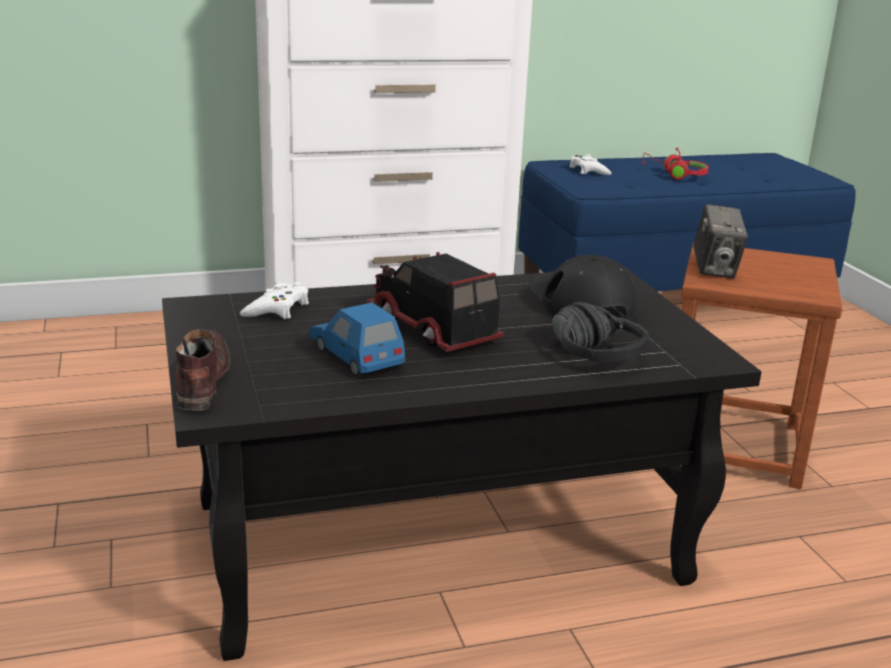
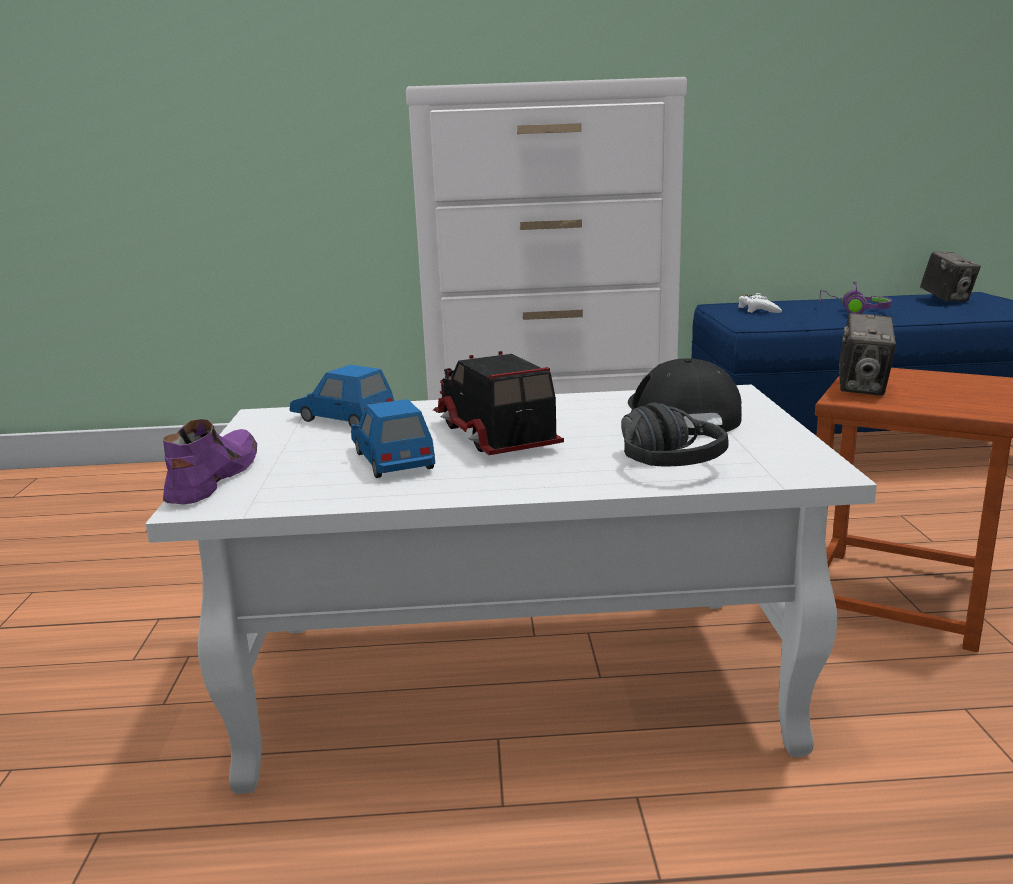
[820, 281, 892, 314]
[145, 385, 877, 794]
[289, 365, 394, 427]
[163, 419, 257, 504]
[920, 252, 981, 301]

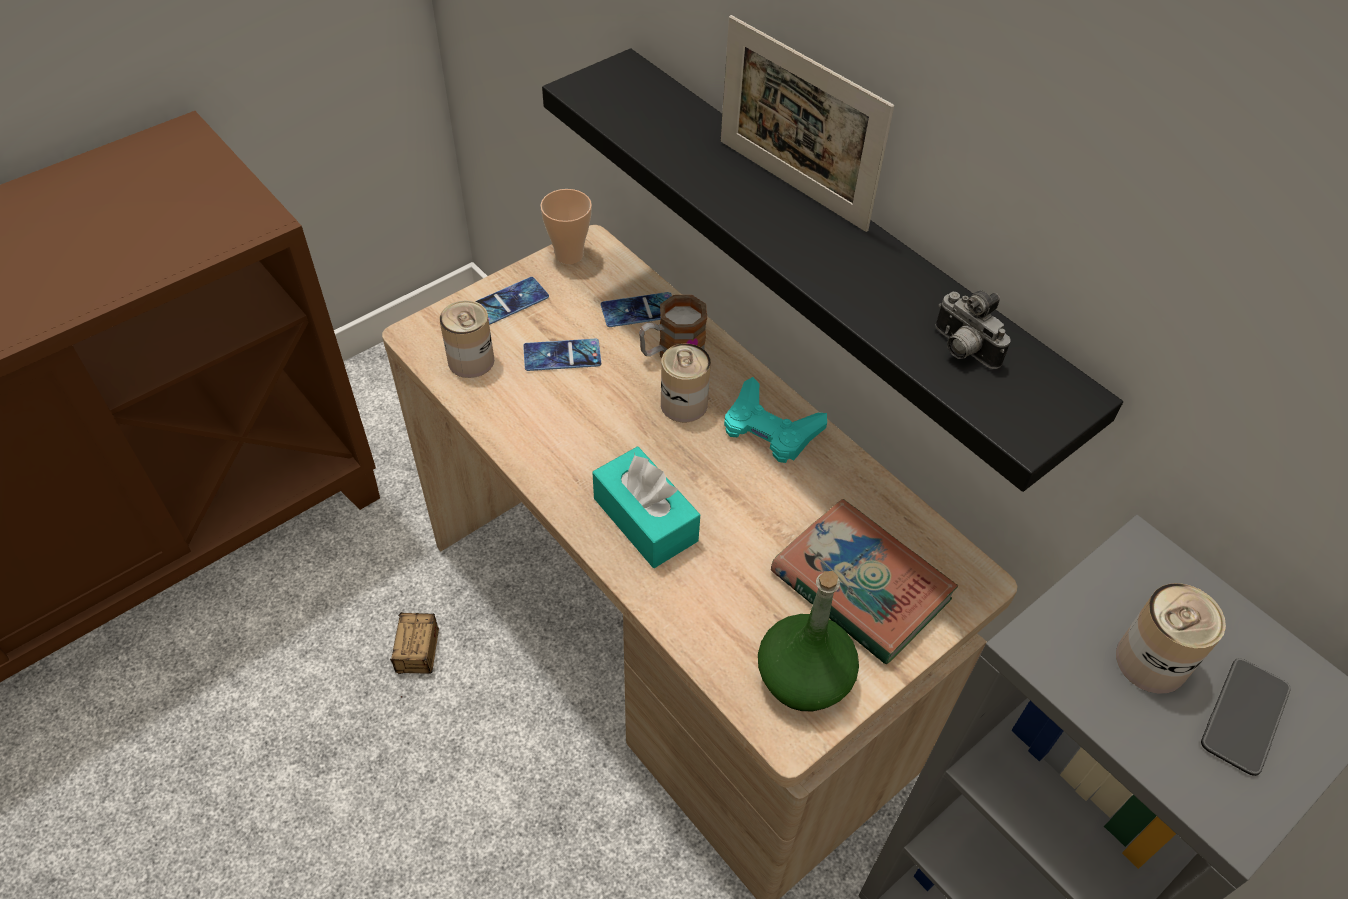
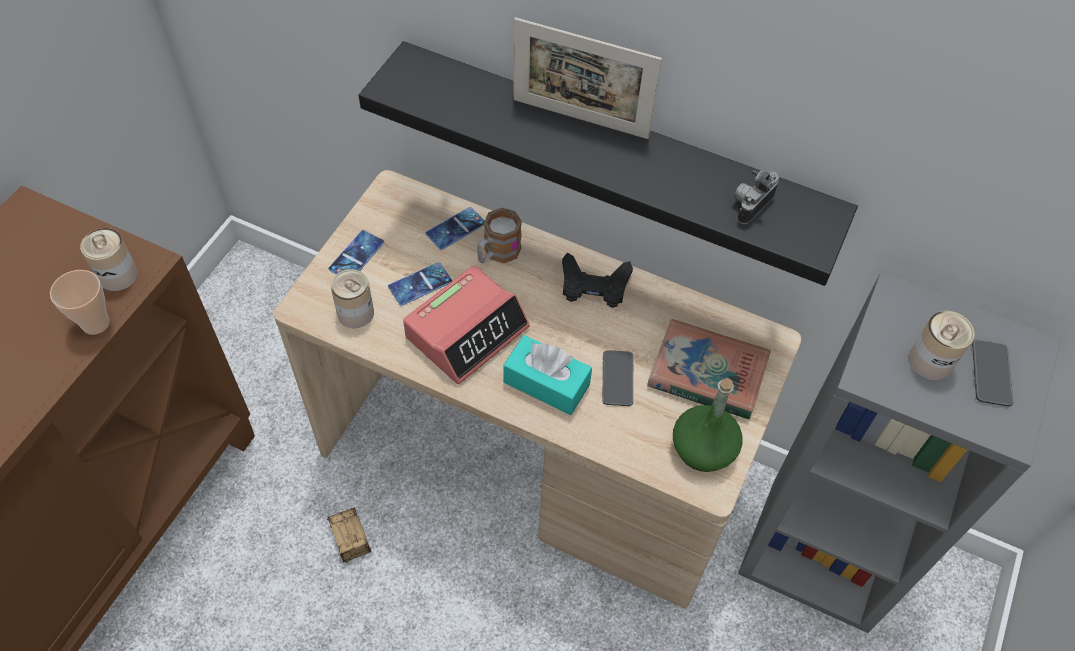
[50, 270, 110, 335]
[734, 170, 779, 224]
[80, 228, 138, 291]
[562, 253, 633, 308]
[403, 266, 530, 384]
[602, 350, 633, 406]

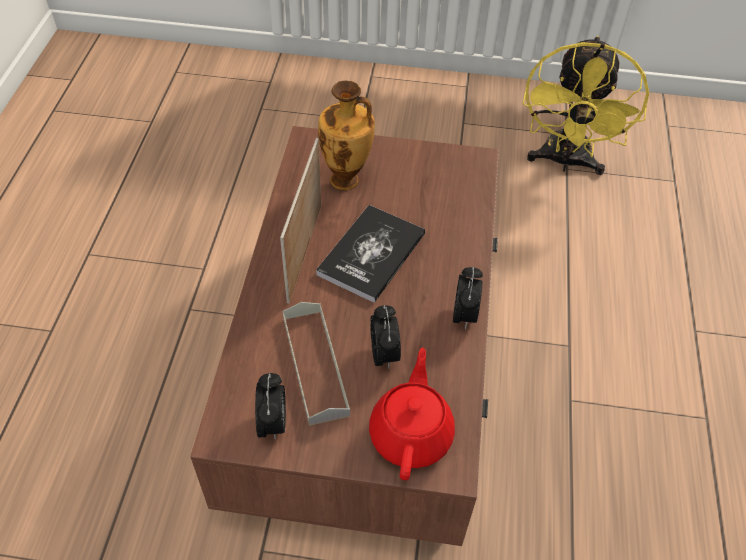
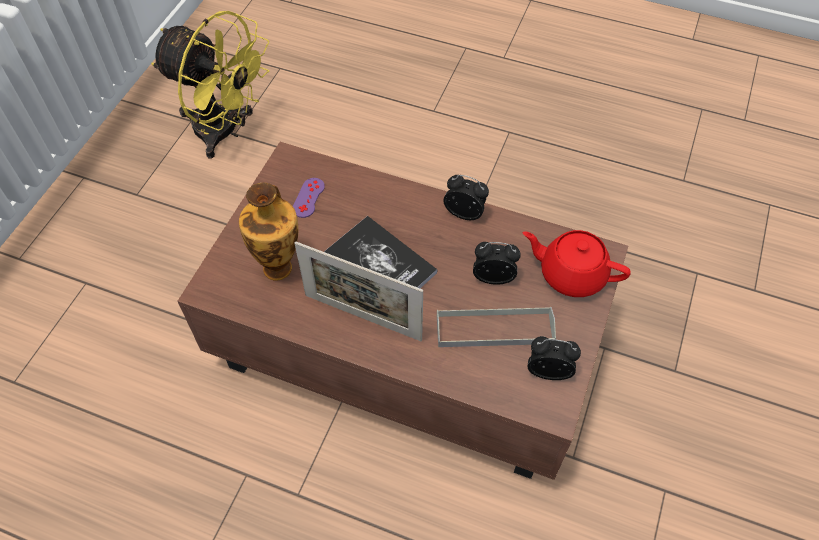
[293, 178, 325, 218]

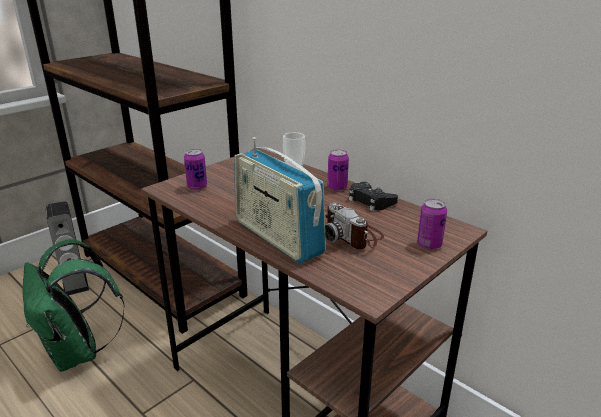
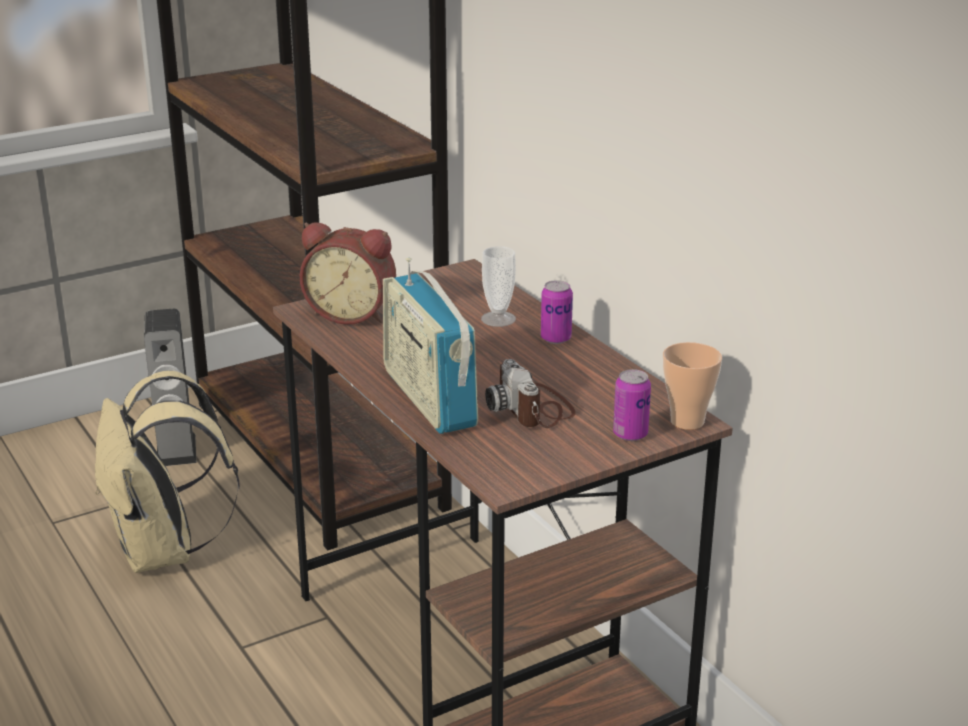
[300, 222, 396, 325]
[349, 182, 398, 211] (first image)
[95, 371, 240, 573]
[663, 342, 722, 430]

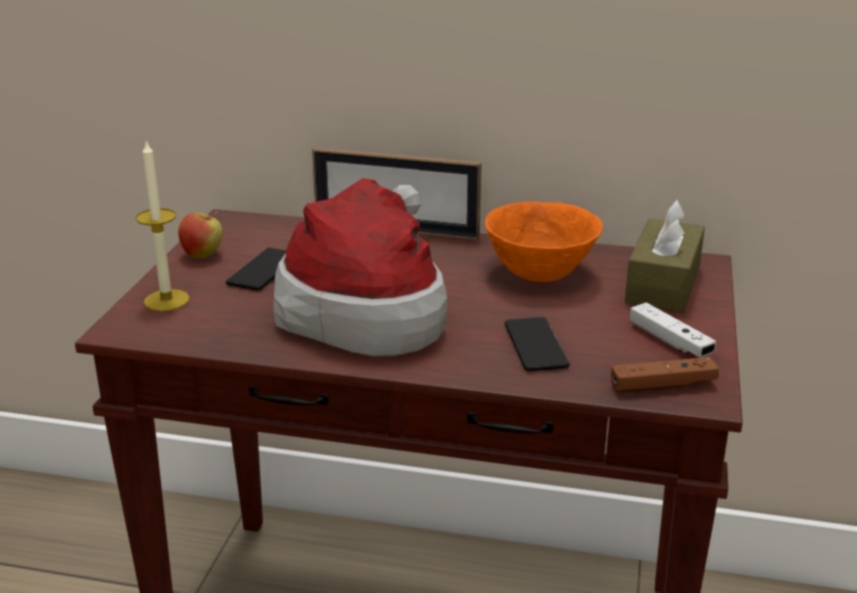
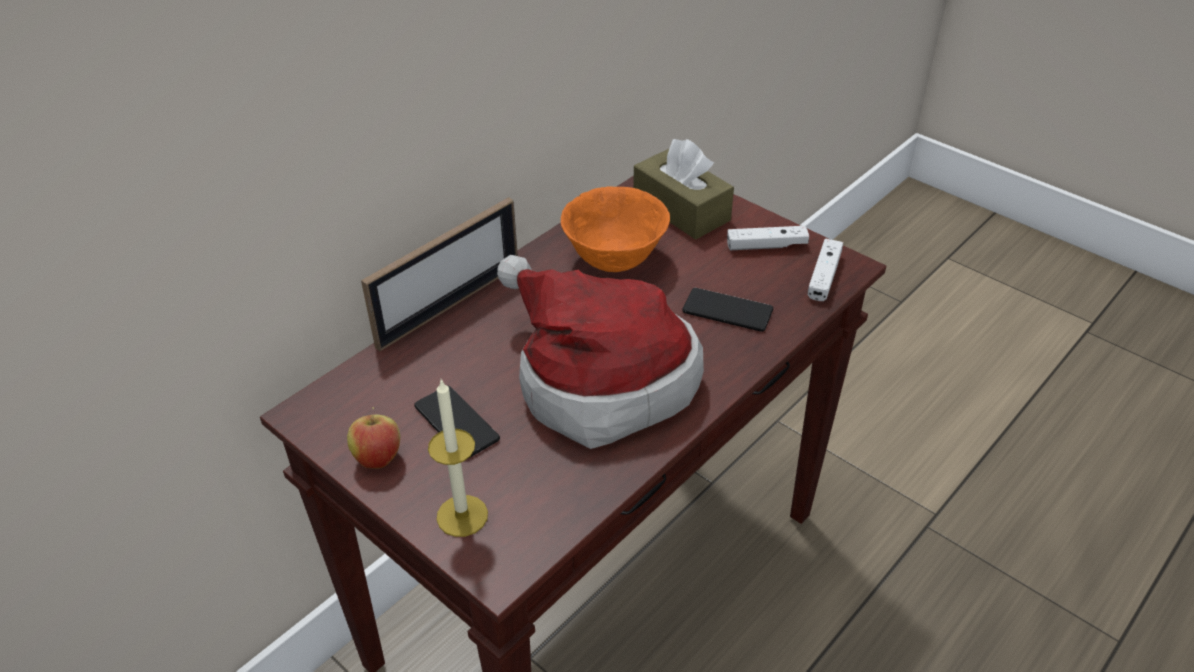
[808, 239, 843, 301]

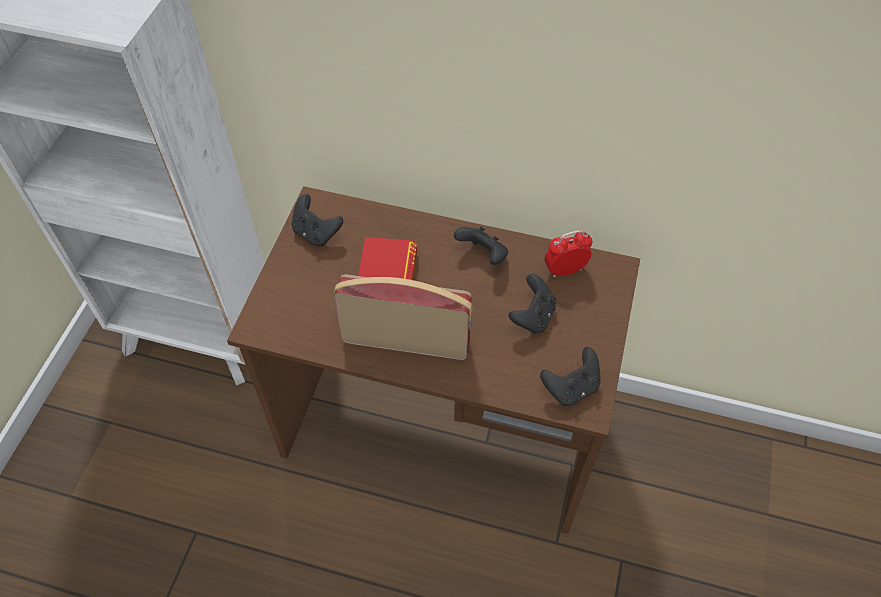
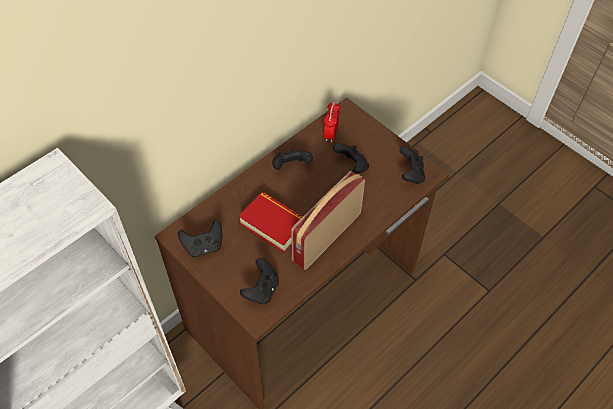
[240, 258, 279, 304]

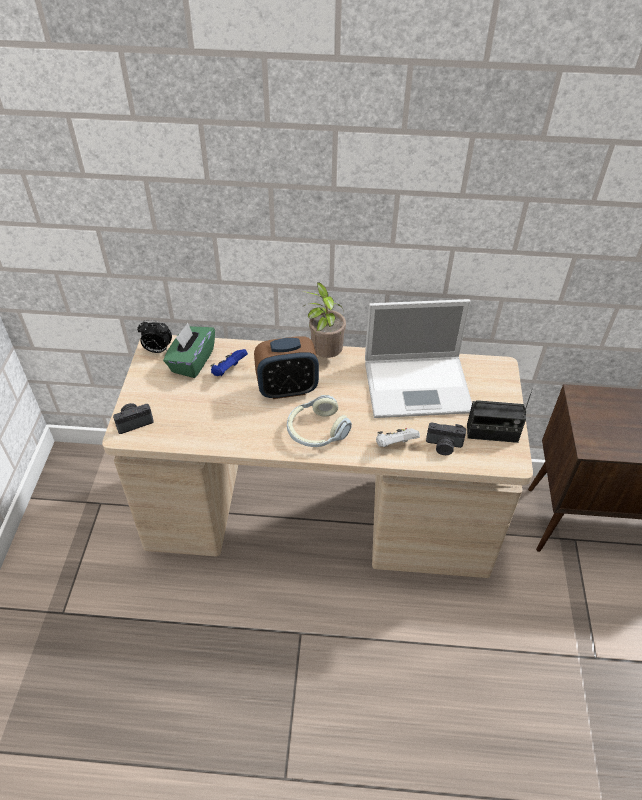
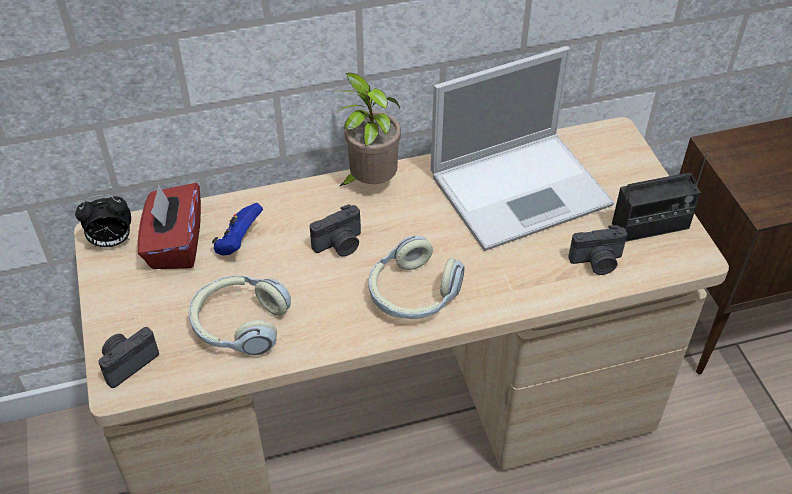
[138, 183, 201, 269]
[310, 204, 361, 257]
[376, 428, 420, 447] (first image)
[189, 275, 291, 355]

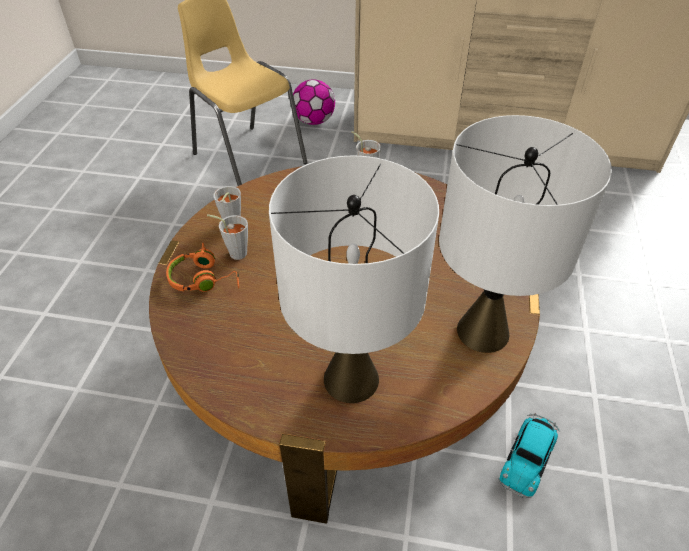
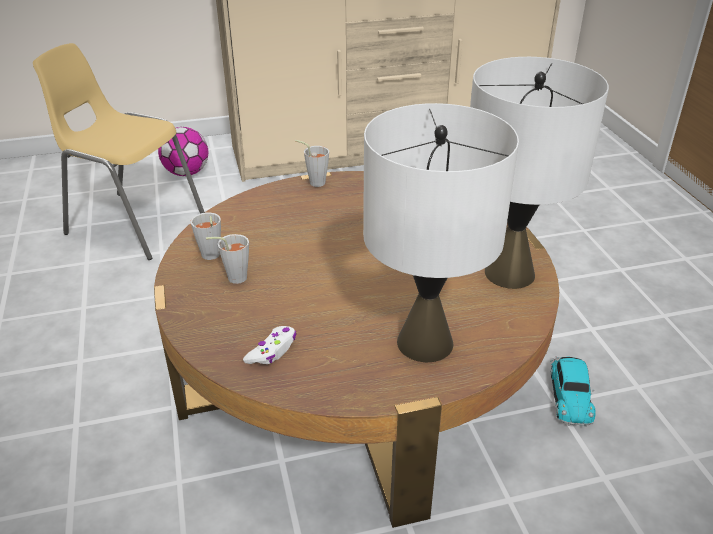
[166, 242, 239, 292] (first image)
[243, 326, 297, 364]

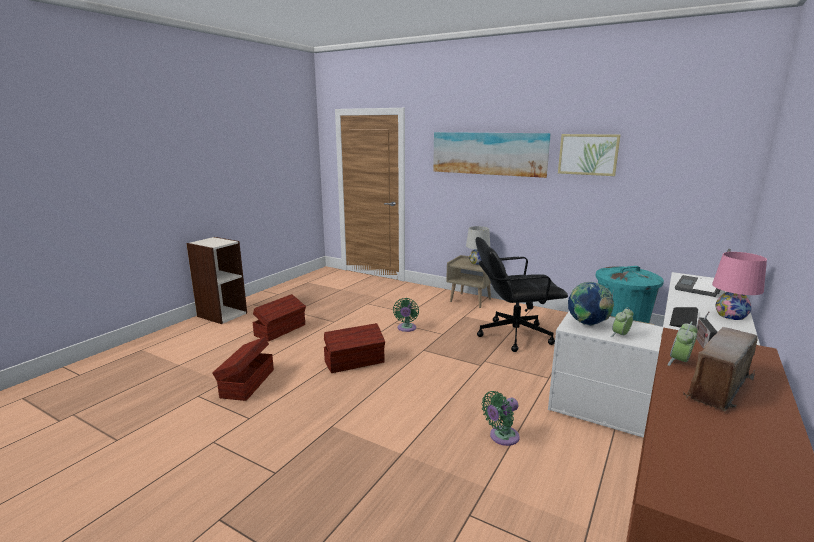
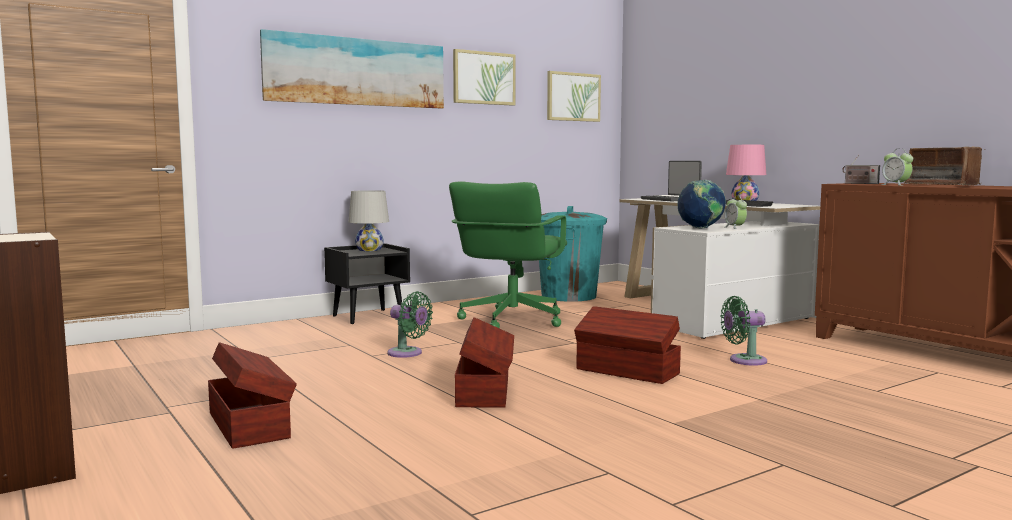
[449, 181, 567, 328]
[324, 243, 410, 324]
[574, 306, 681, 384]
[720, 296, 767, 366]
[547, 71, 601, 122]

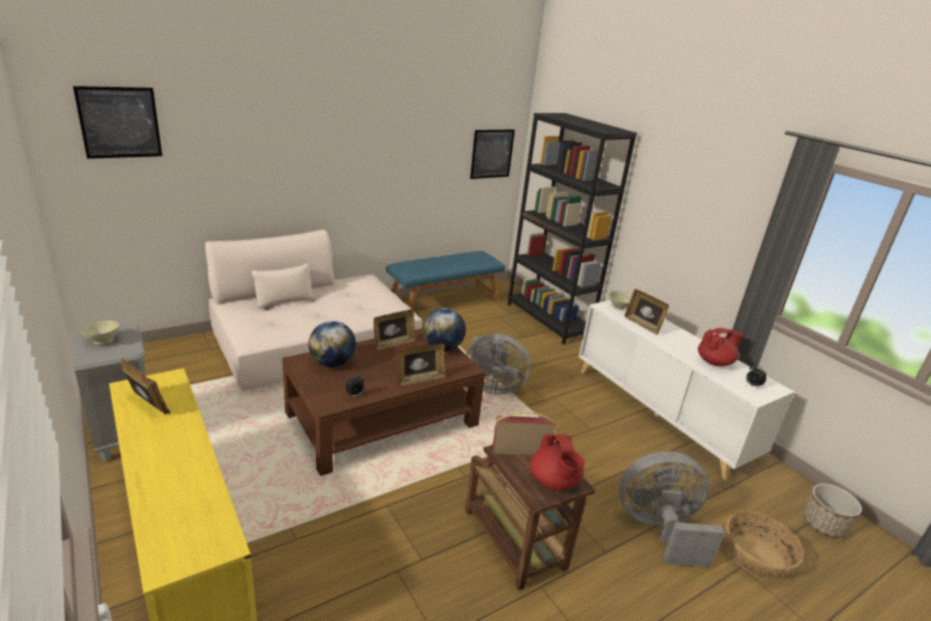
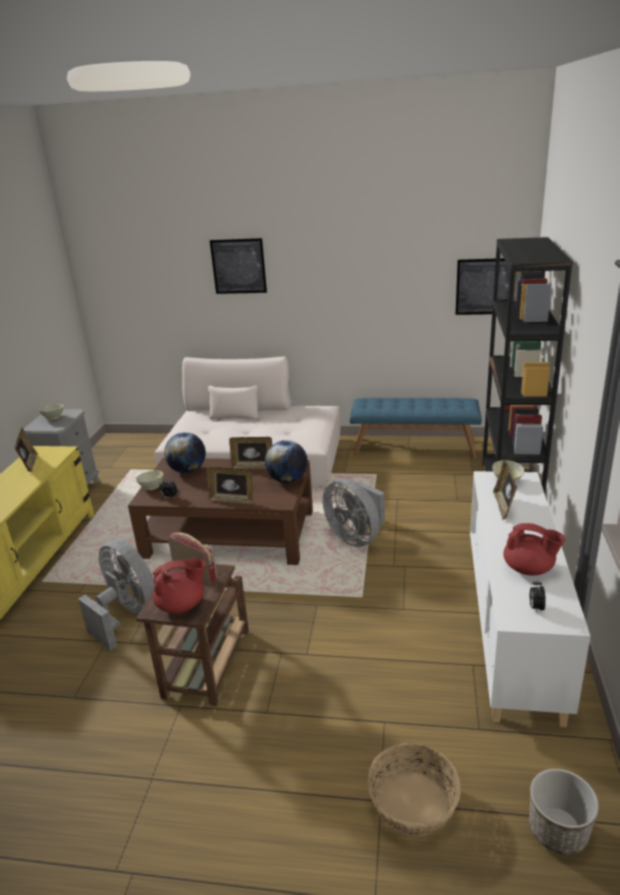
[210, 238, 267, 294]
[152, 558, 206, 613]
[78, 539, 154, 651]
[136, 470, 163, 490]

